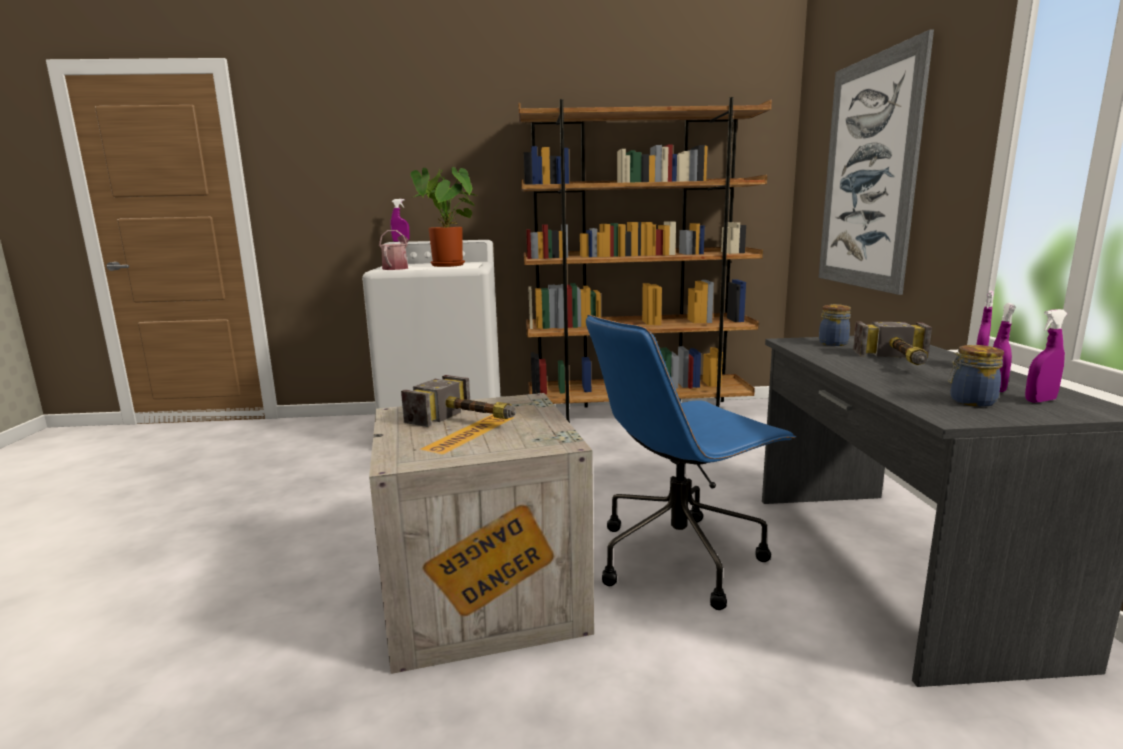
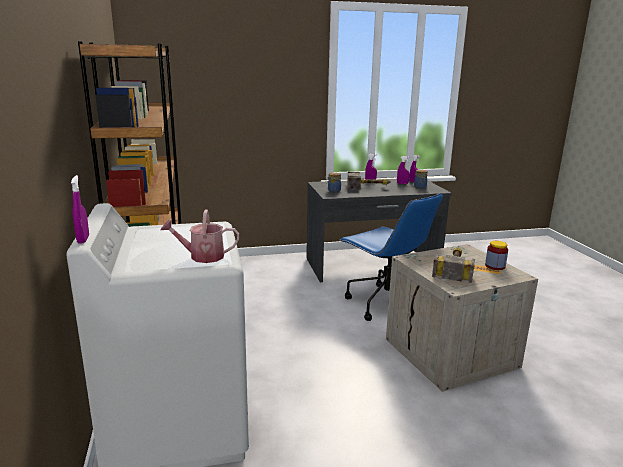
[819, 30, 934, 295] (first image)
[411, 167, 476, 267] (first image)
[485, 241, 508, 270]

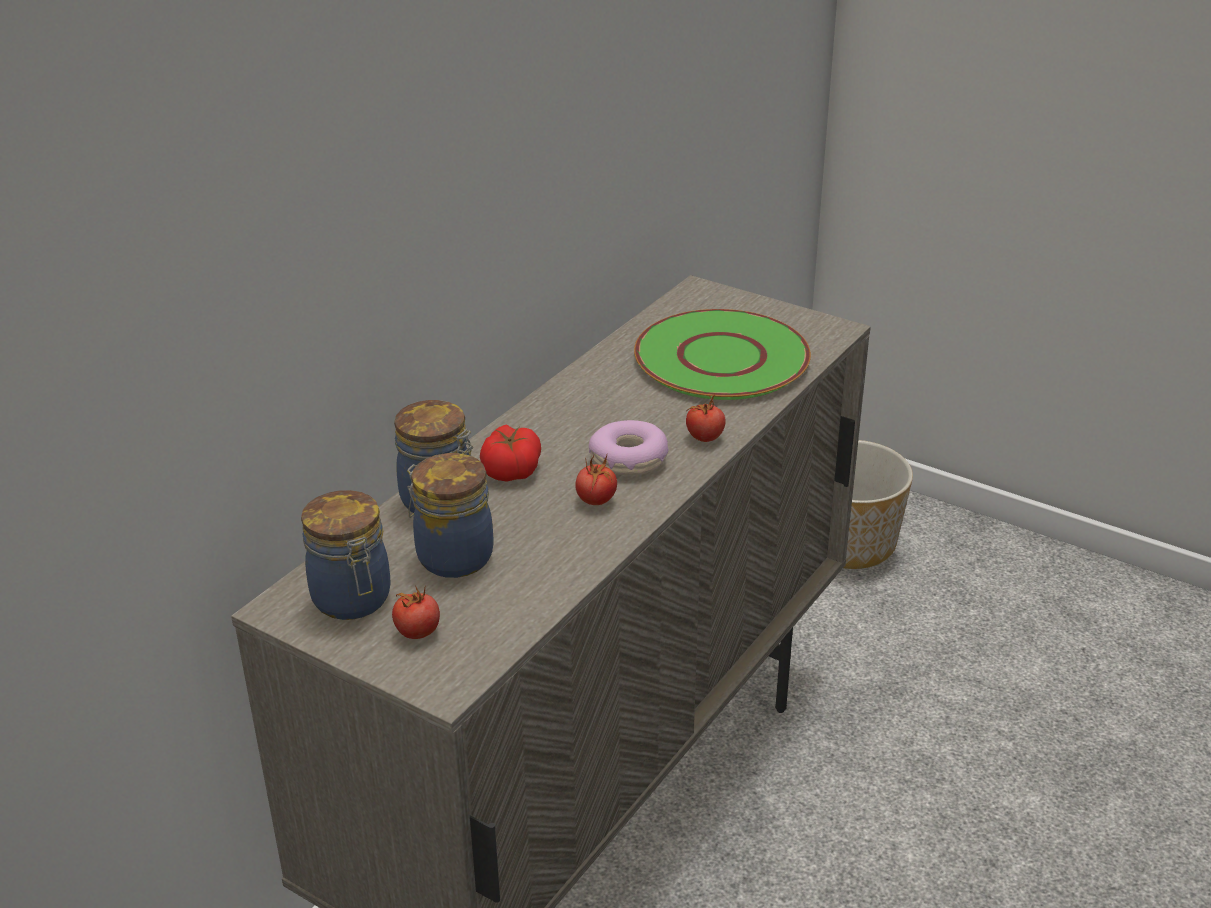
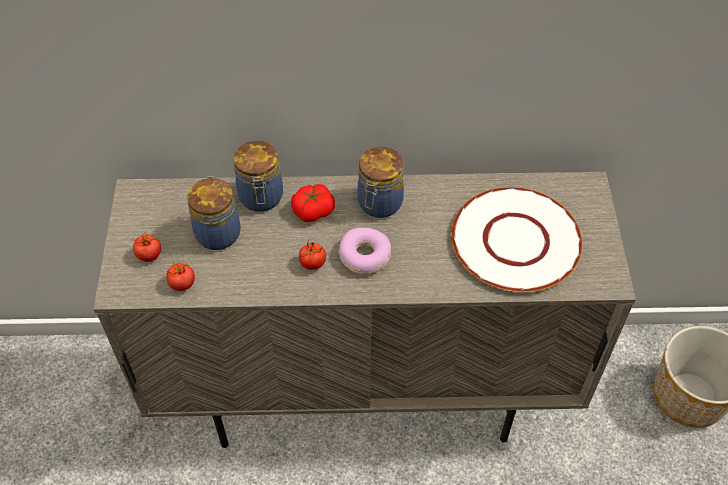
[451, 187, 583, 292]
[166, 262, 195, 291]
[358, 147, 404, 218]

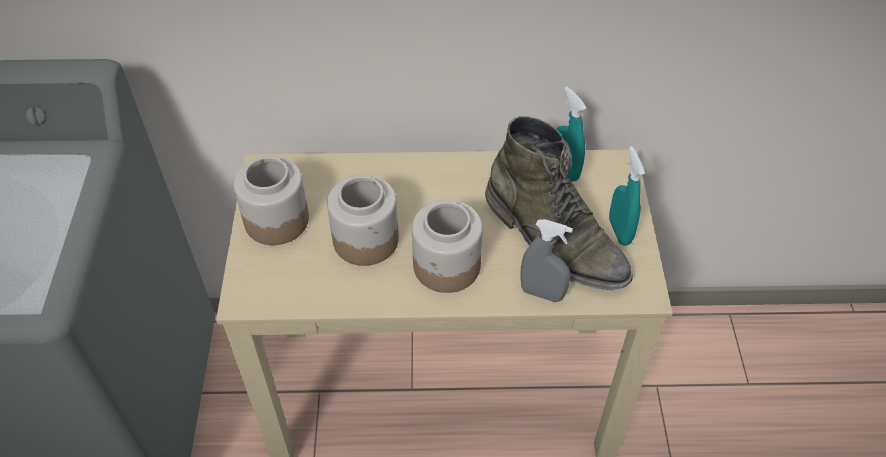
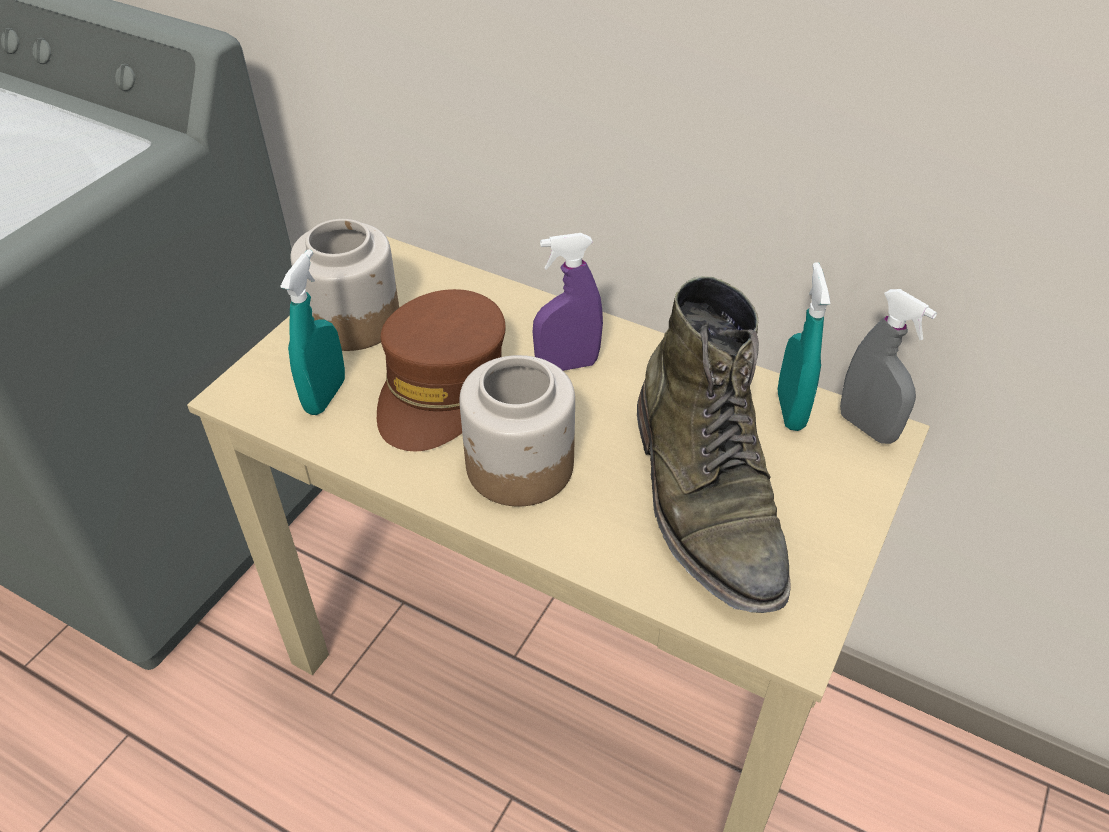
[280, 249, 345, 415]
[377, 289, 506, 451]
[840, 289, 937, 444]
[533, 233, 603, 371]

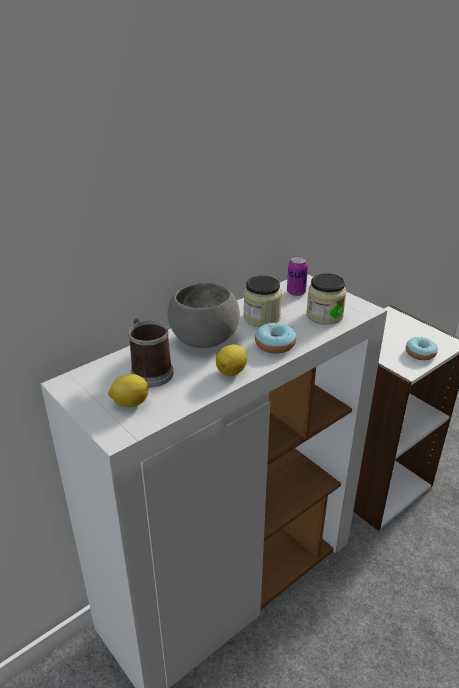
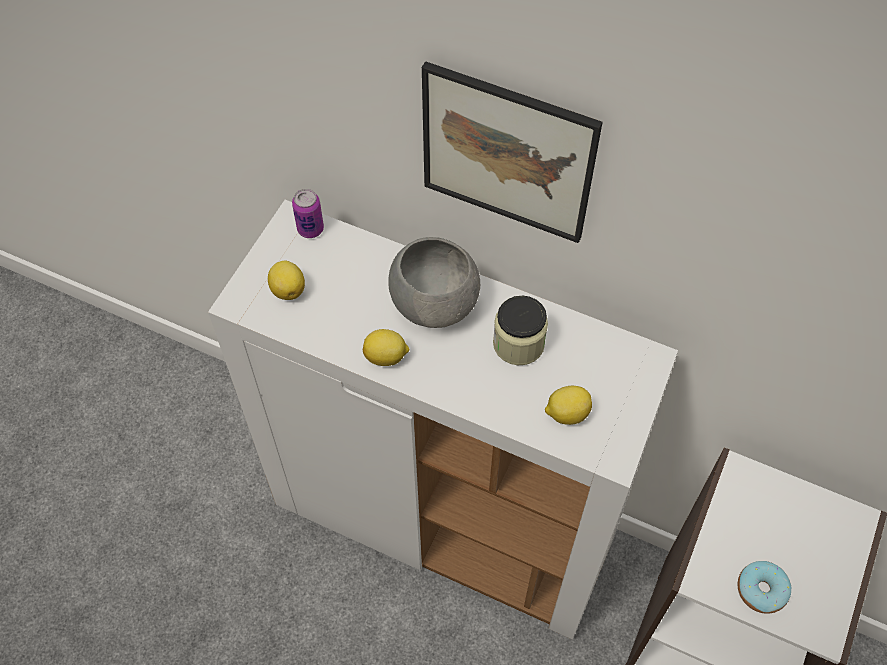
[292, 189, 324, 238]
[545, 386, 592, 425]
[128, 318, 173, 387] (first image)
[255, 323, 296, 354] (first image)
[422, 61, 603, 243]

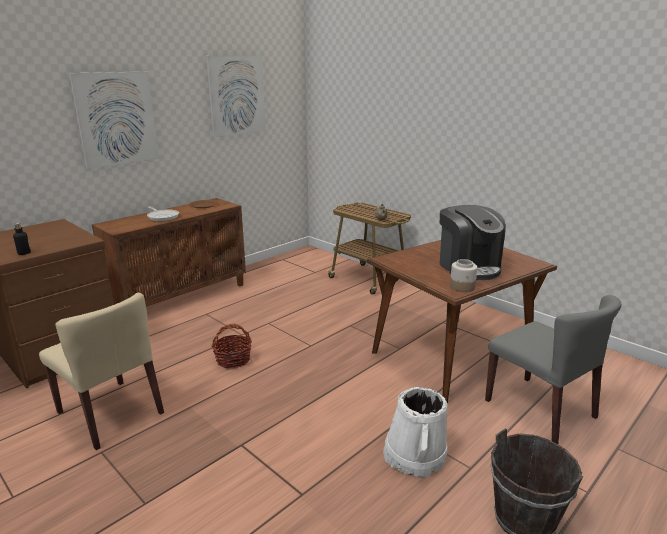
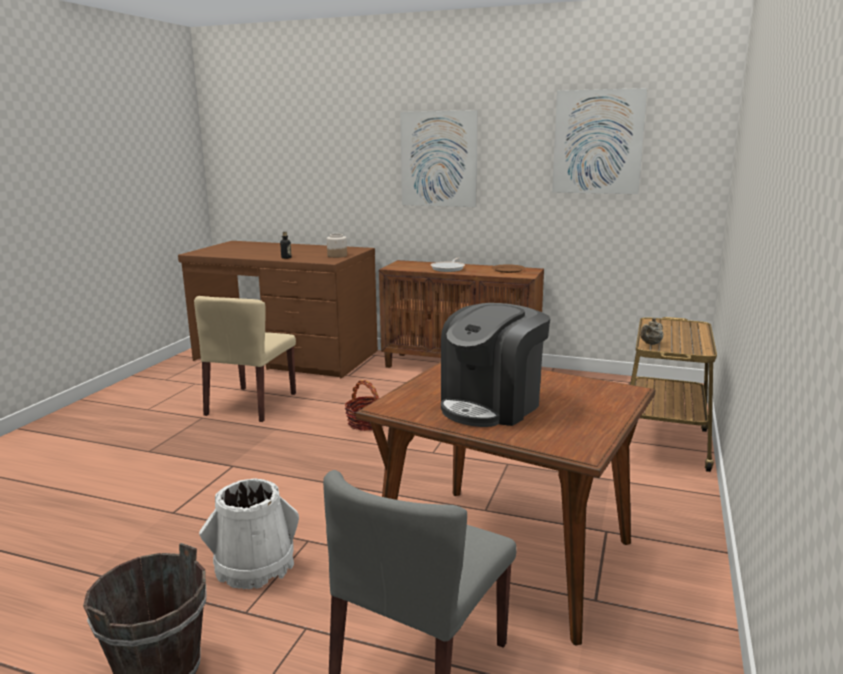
[327, 234, 347, 258]

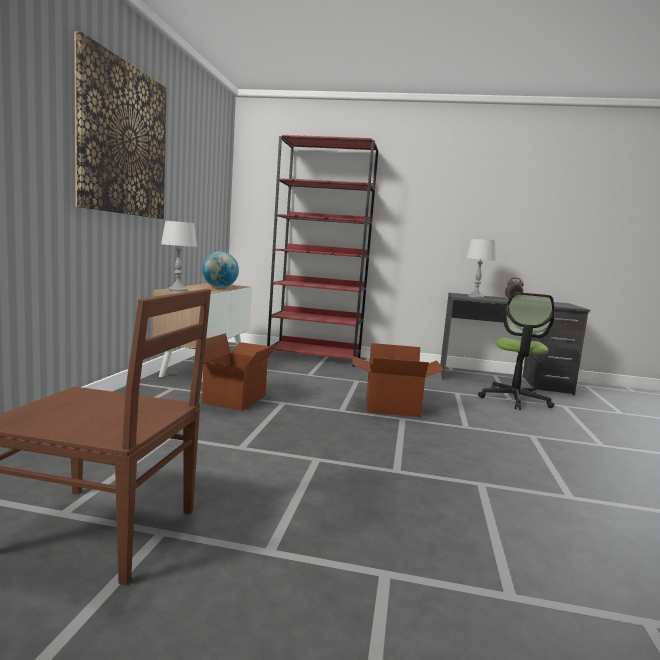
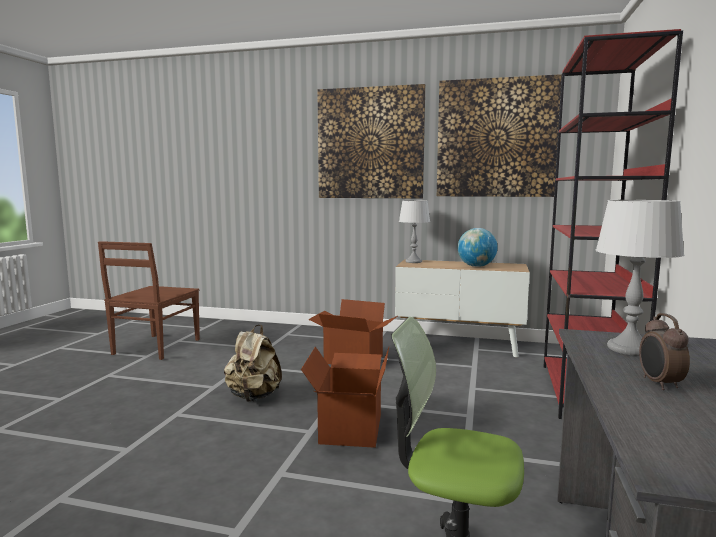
[437, 74, 562, 197]
[224, 325, 282, 402]

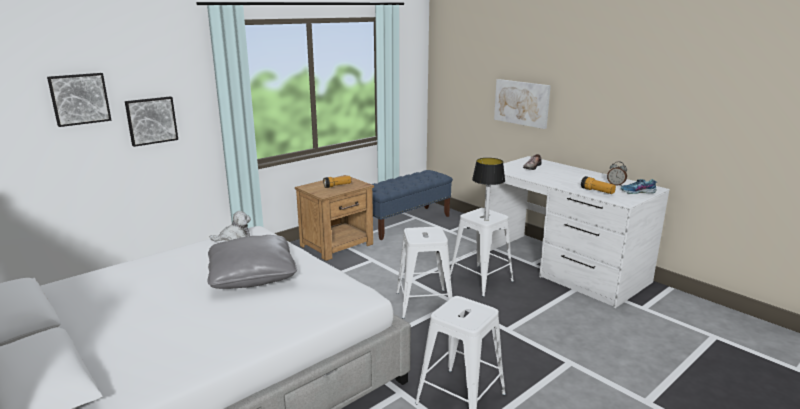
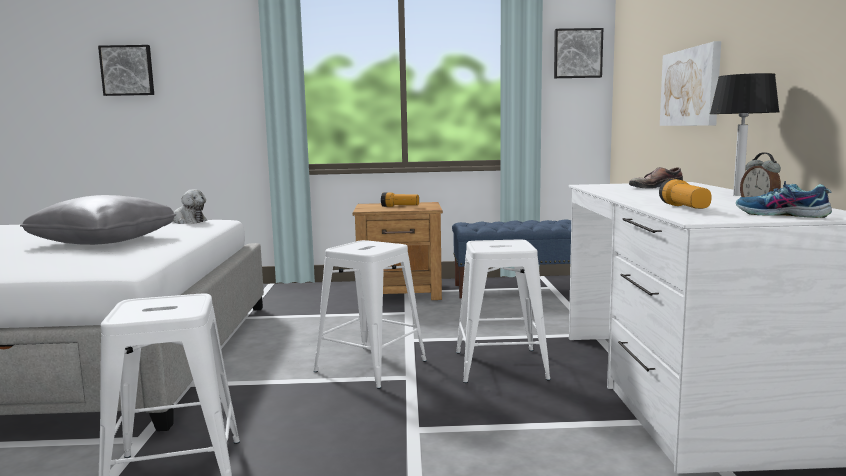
[554, 28, 603, 78]
[710, 73, 780, 196]

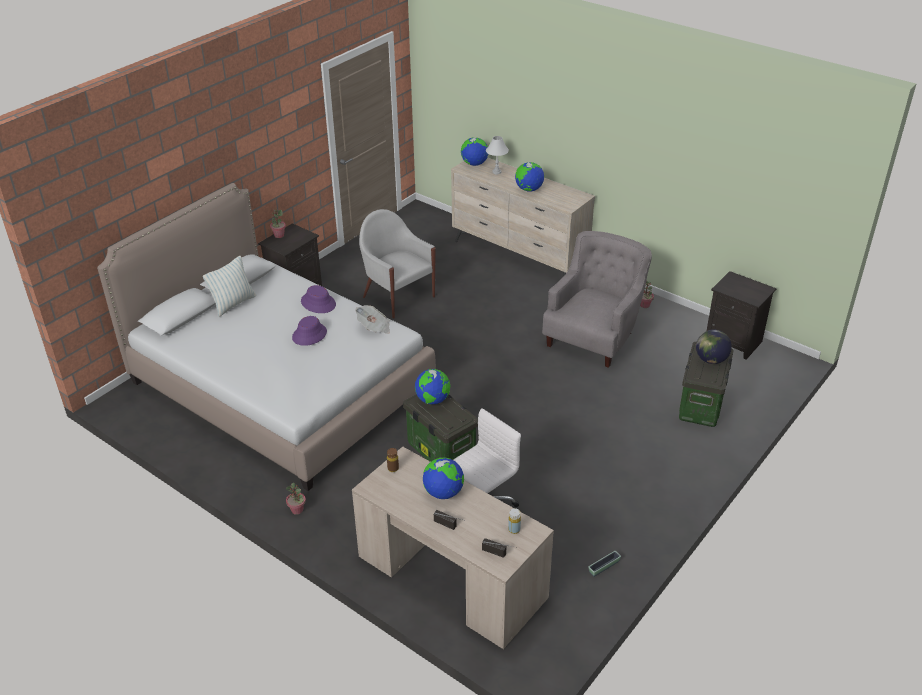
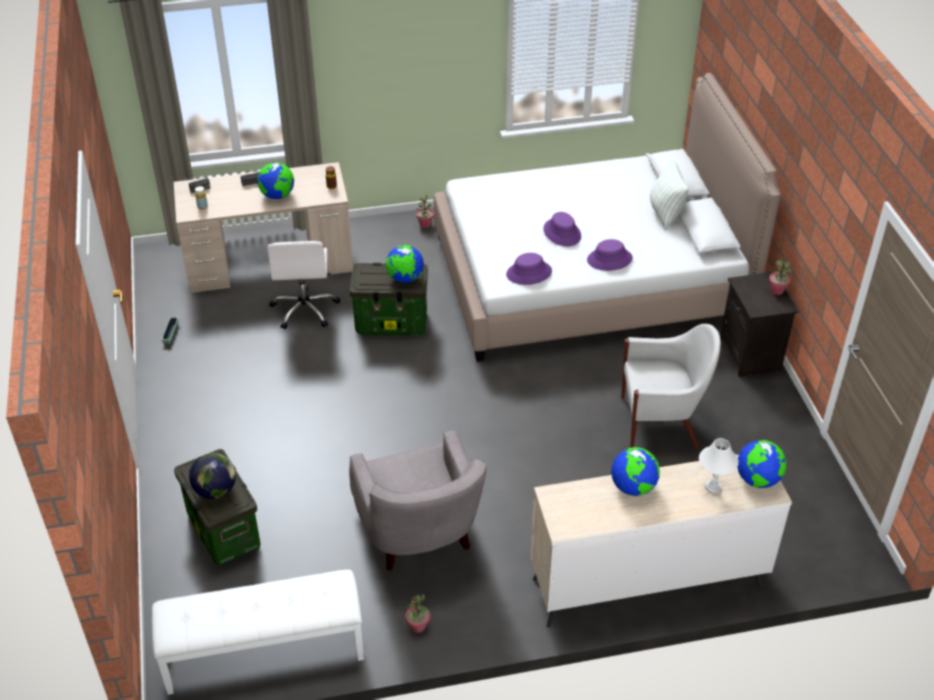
[152, 570, 364, 695]
[506, 253, 552, 285]

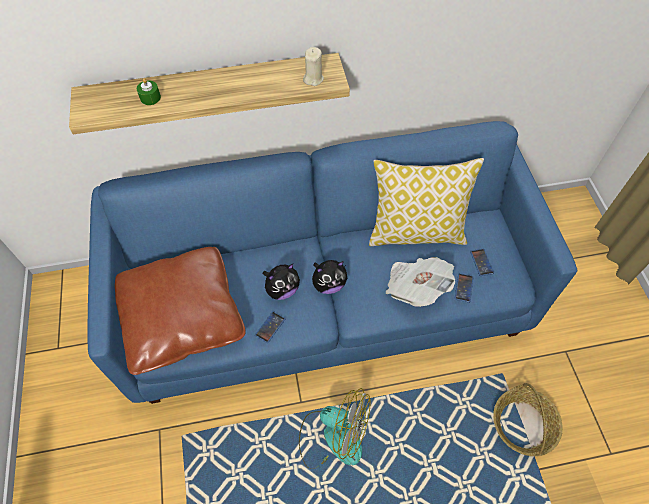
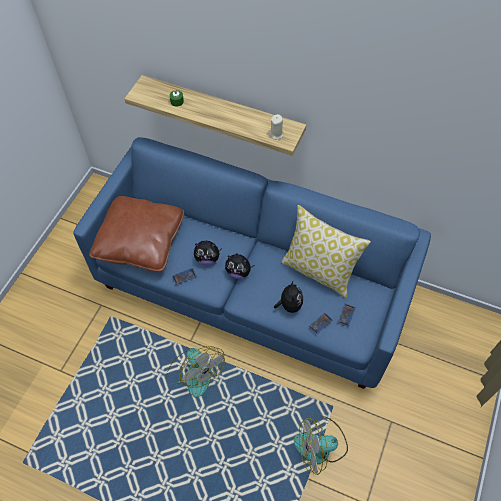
[274, 280, 303, 313]
[294, 416, 348, 475]

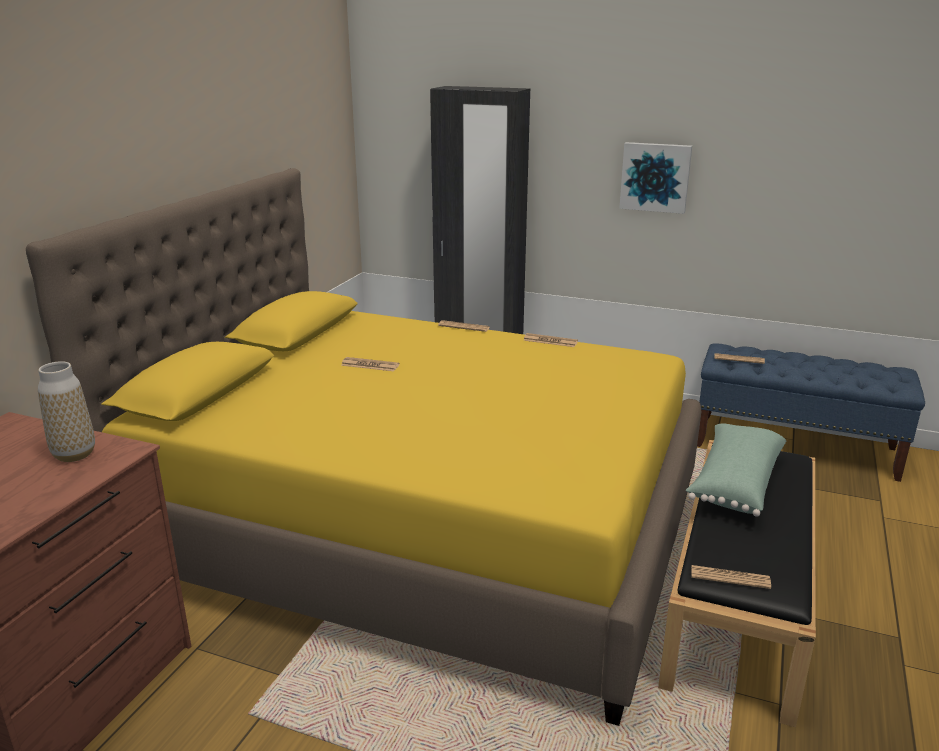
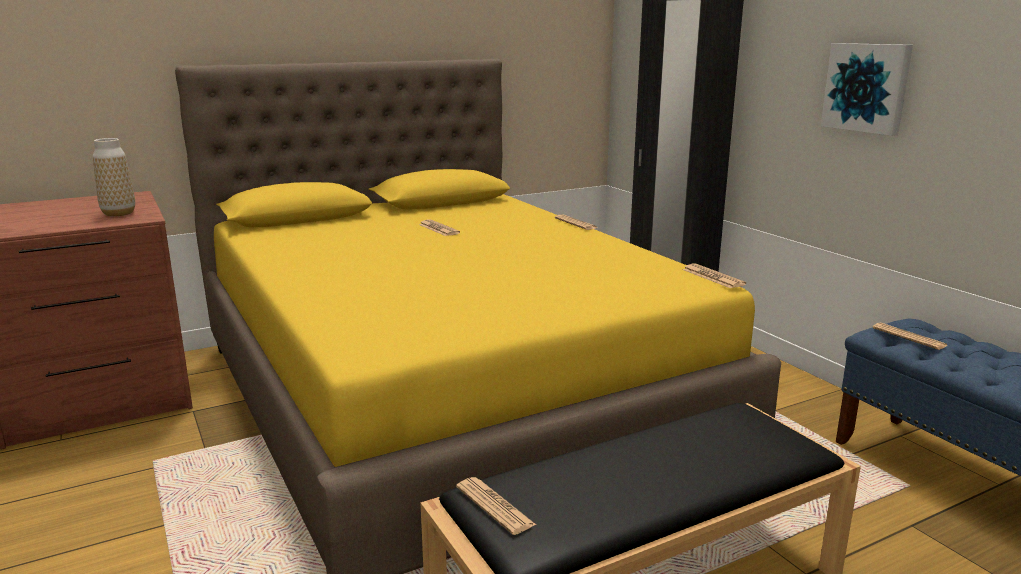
[683, 264, 746, 288]
[686, 423, 786, 516] (first image)

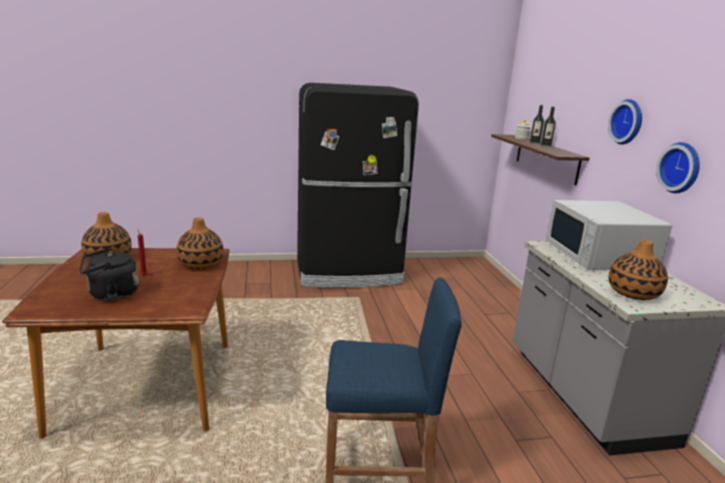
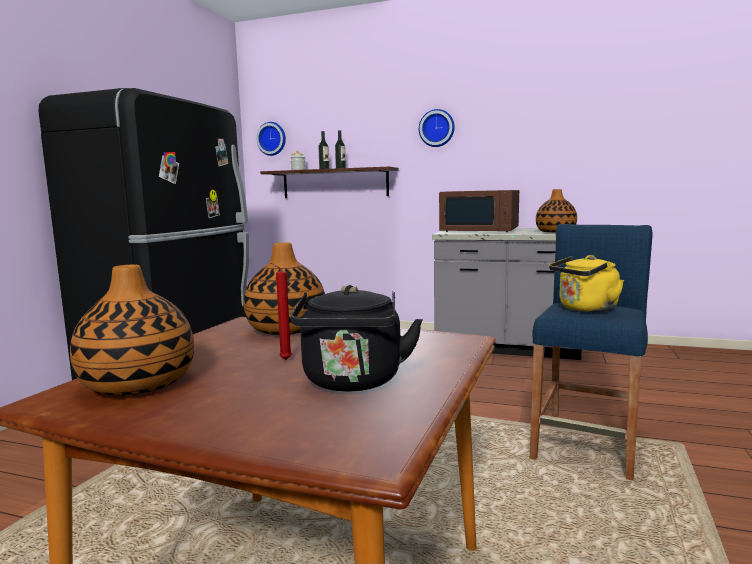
[256, 122, 286, 156]
[439, 190, 519, 232]
[549, 255, 624, 312]

